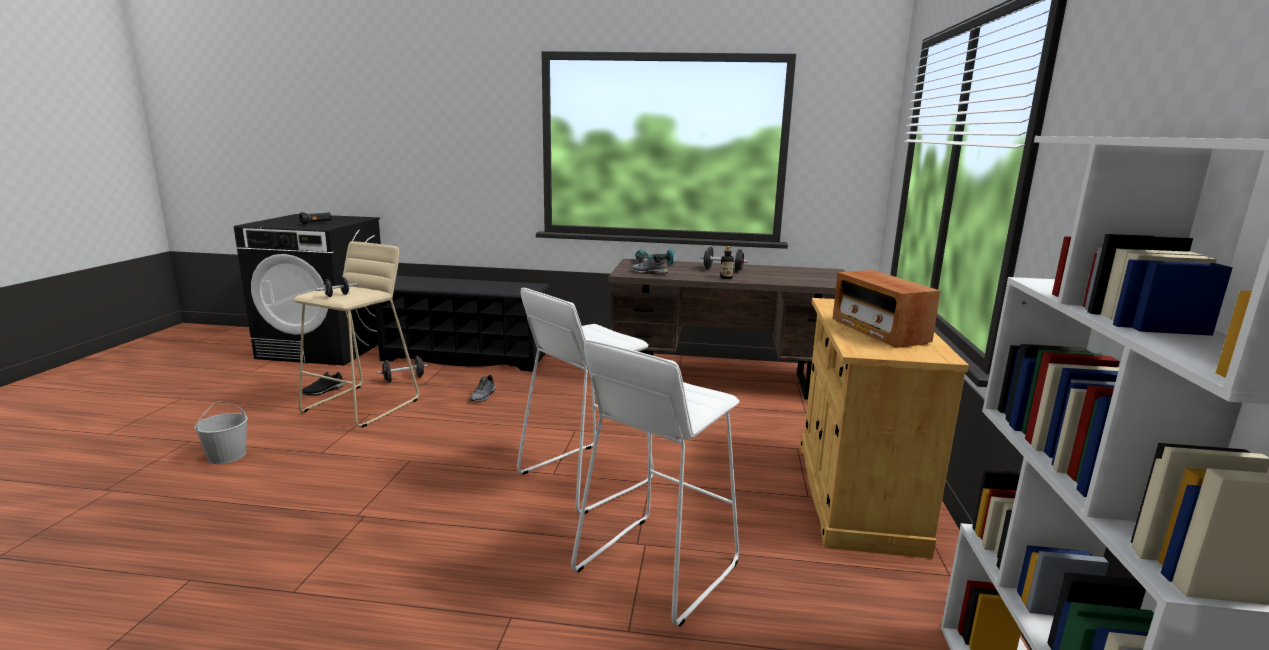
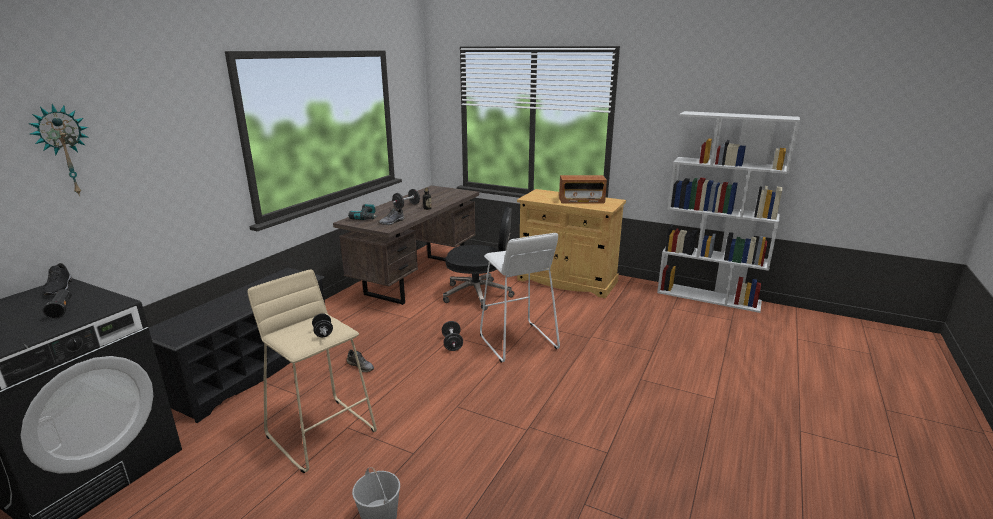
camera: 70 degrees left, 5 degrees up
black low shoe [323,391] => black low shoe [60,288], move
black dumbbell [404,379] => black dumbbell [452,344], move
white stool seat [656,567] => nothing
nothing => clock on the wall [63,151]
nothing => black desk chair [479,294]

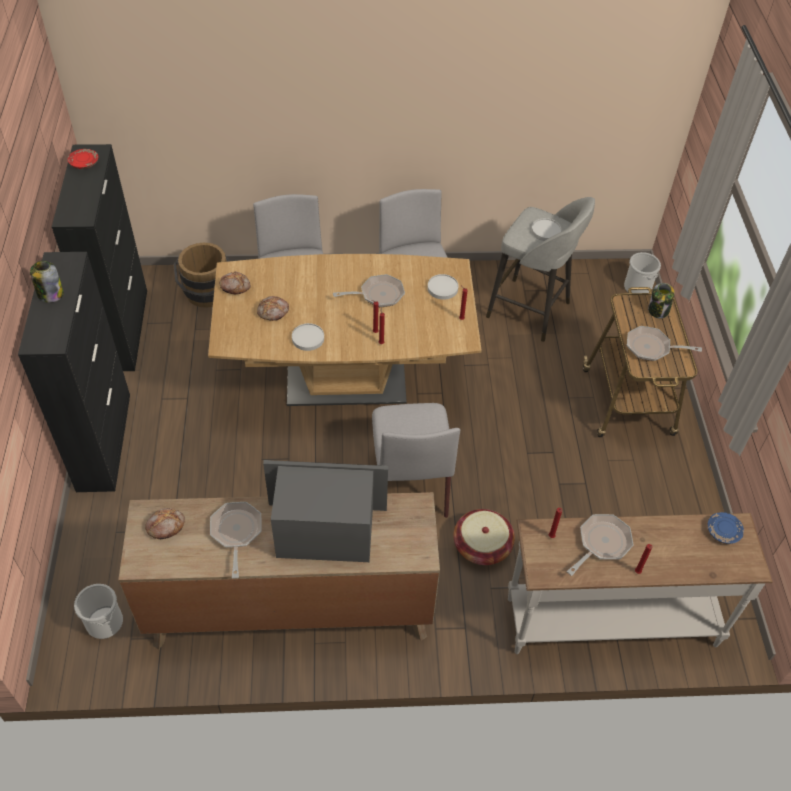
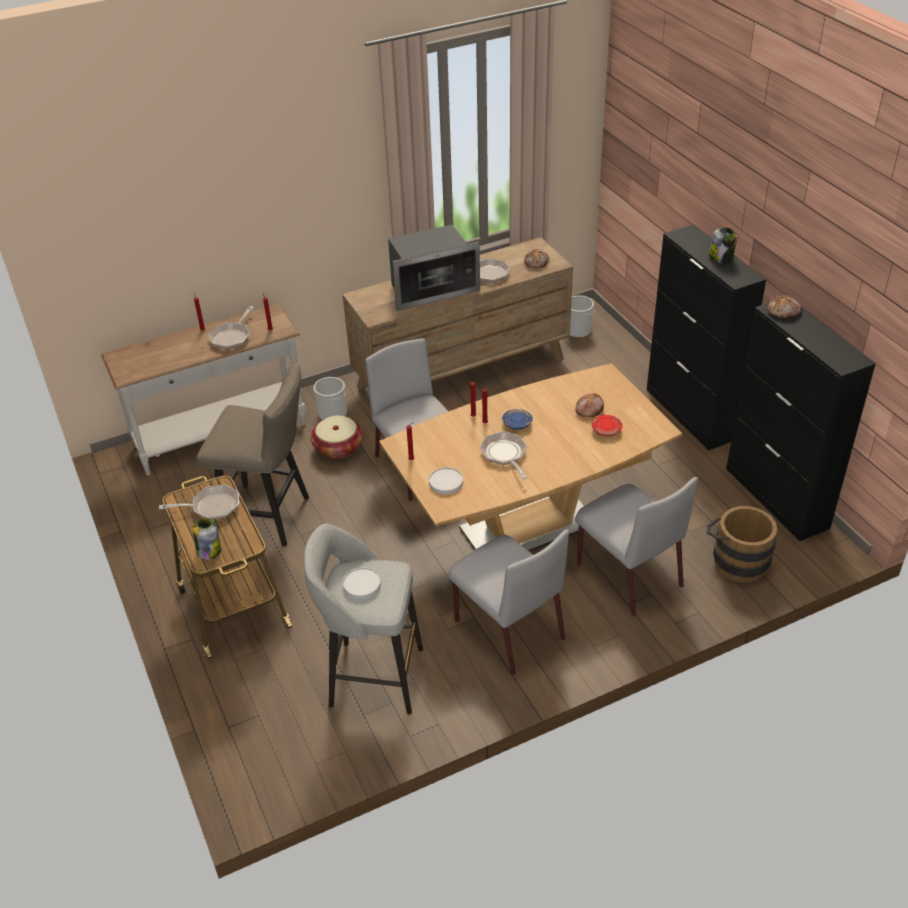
camera: 160 degrees right, 10 degrees down
red-coloured flat dish [84,163] => red-coloured flat dish [606,430], move
bakery bread [235,286] => bakery bread [784,311], move
white flat dish [308,338] => nothing
skillet [378,295] => skillet [505,455], 105 degrees clockwise
water bucket [638,287] => water bucket [332,414], move
bluish flat dish [723,532] => bluish flat dish [517,424], move
nothing => sand-coloured stool seat [270,517]

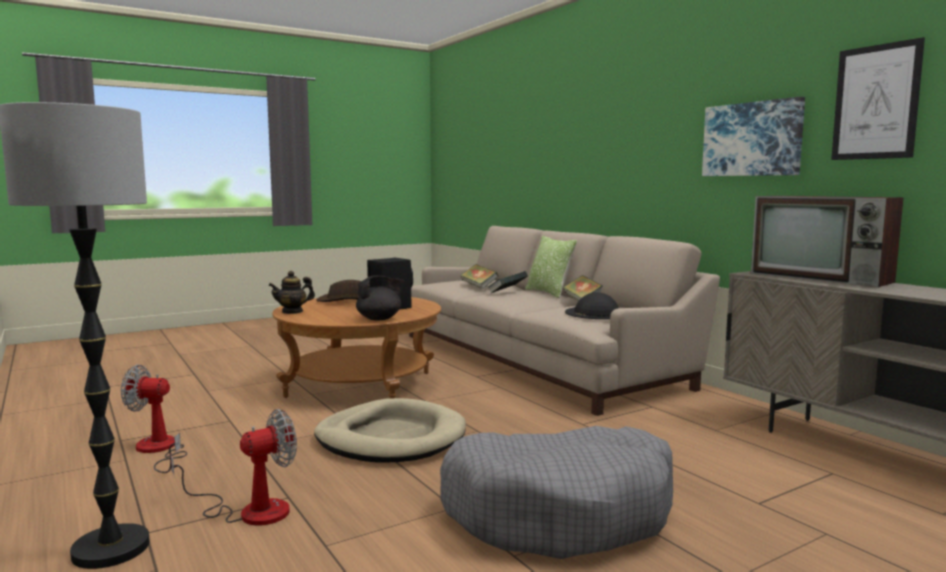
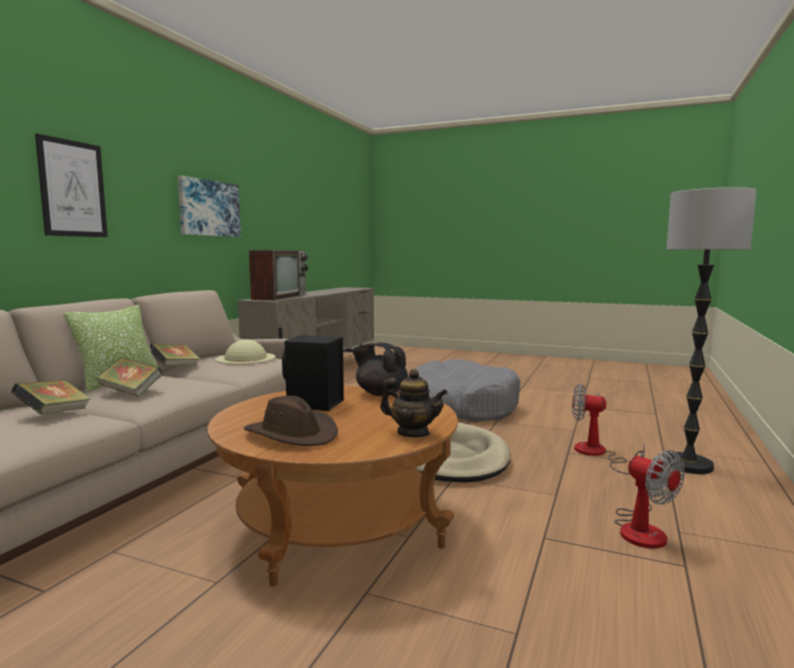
camera: 125 degrees left, 0 degrees up
black hat [596,312] => sand-coloured hat [245,358]
picture [875,102] => picture [73,189], move

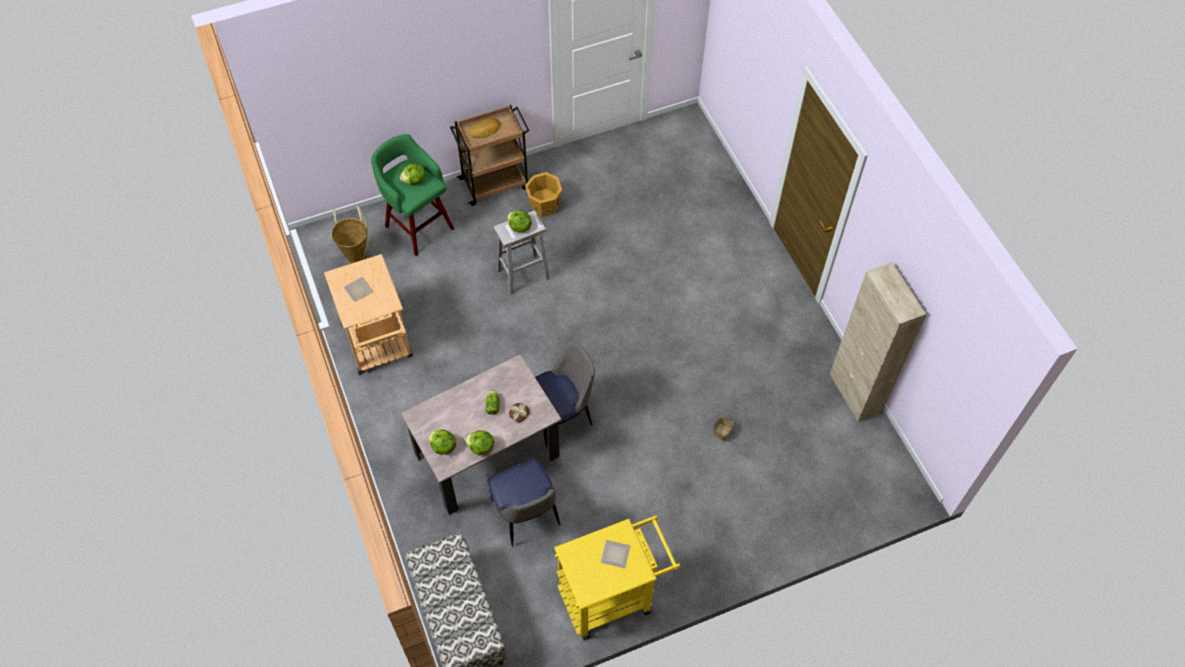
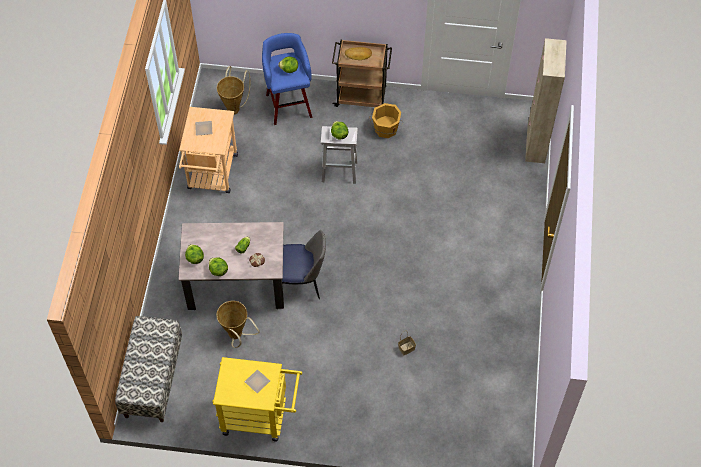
camera: 30 degrees right, 0 degrees up
greenish stool seat [418,226] => bluish stool seat [288,104]
chair [526,515] => basket [237,336]
sand-coloured cabinet [854,393] => sand-coloured cabinet [535,144], move

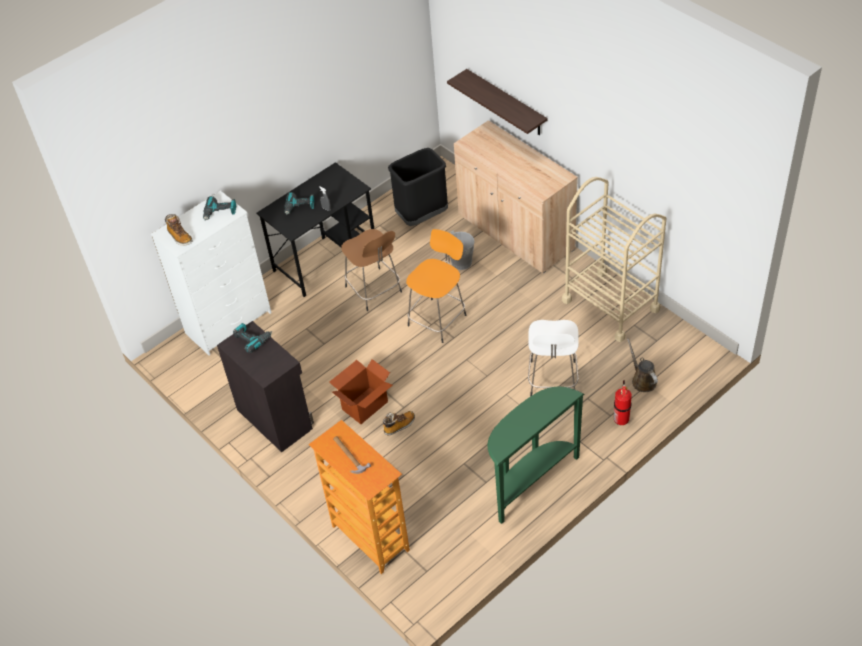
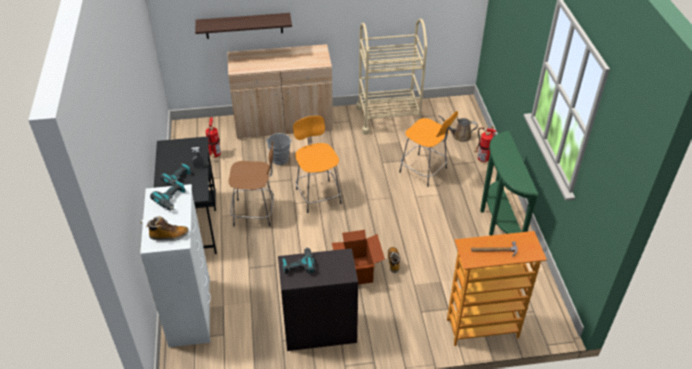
camera: 60 degrees left, 5 degrees down
black waste bin [422,216] => fire extinguisher [215,156]
white stool seat [552,380] => orangey stool seat [424,171]

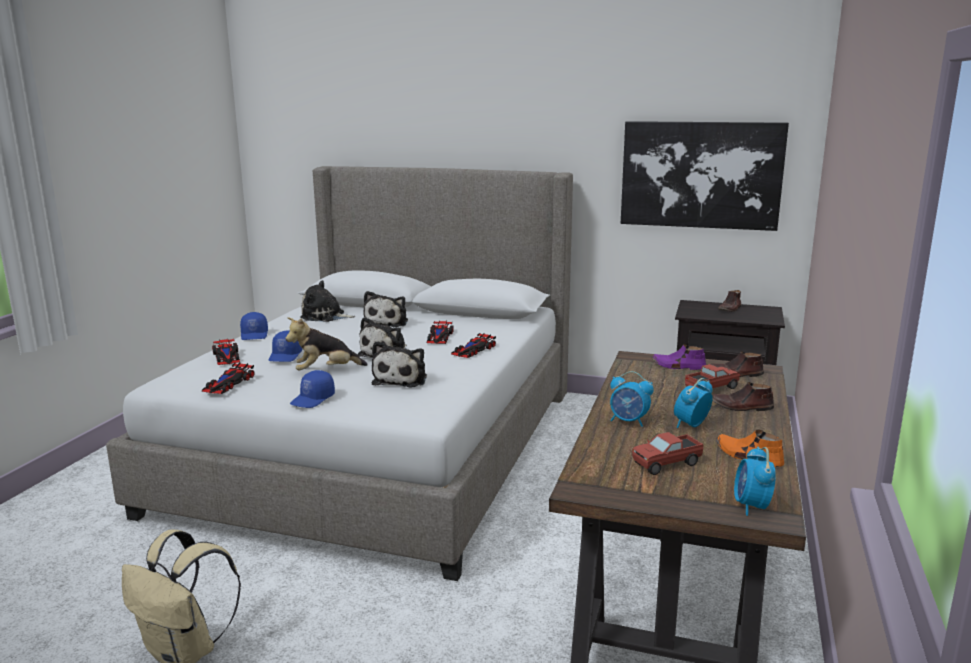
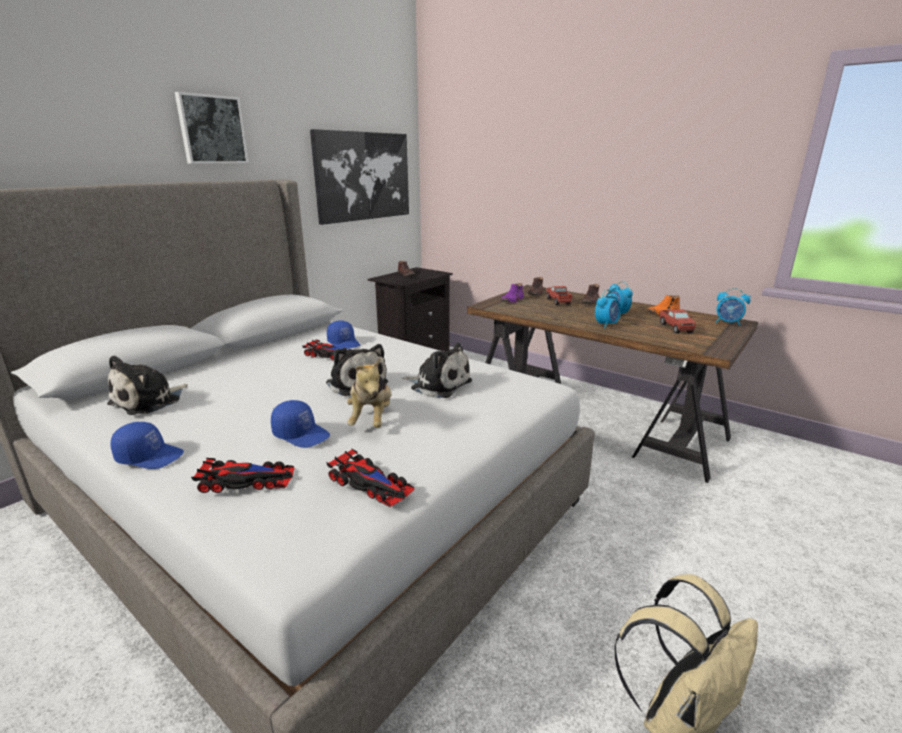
camera: 70 degrees left, 5 degrees up
bluish baseball cap [313,399] => bluish baseball cap [344,343], move
plush toy [387,322] => nothing
miniature car [473,350] => nothing
nothing => picture [212,130]

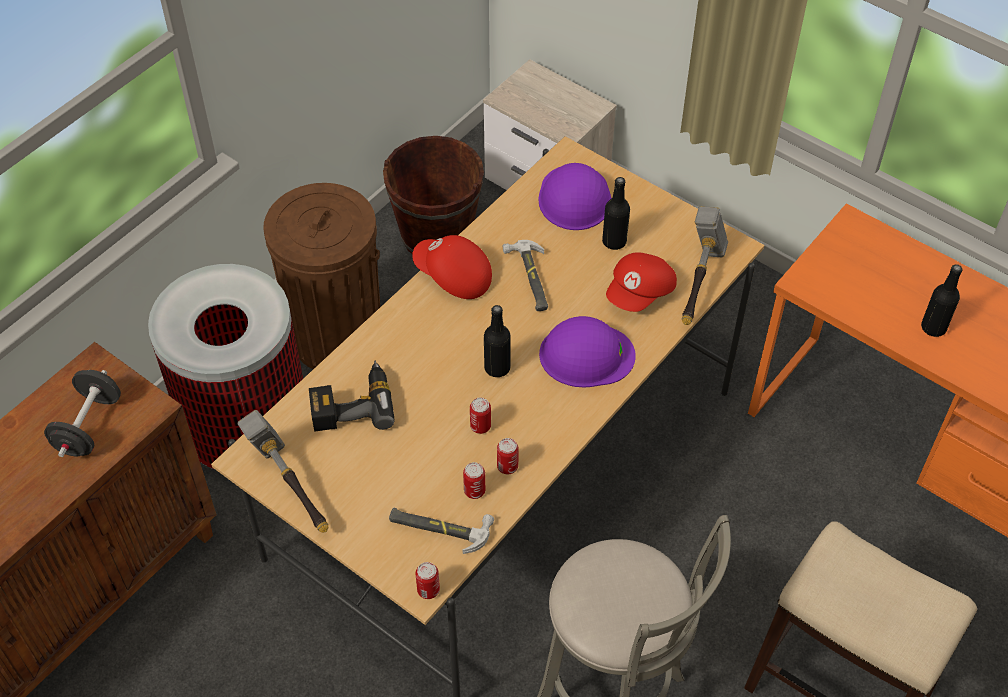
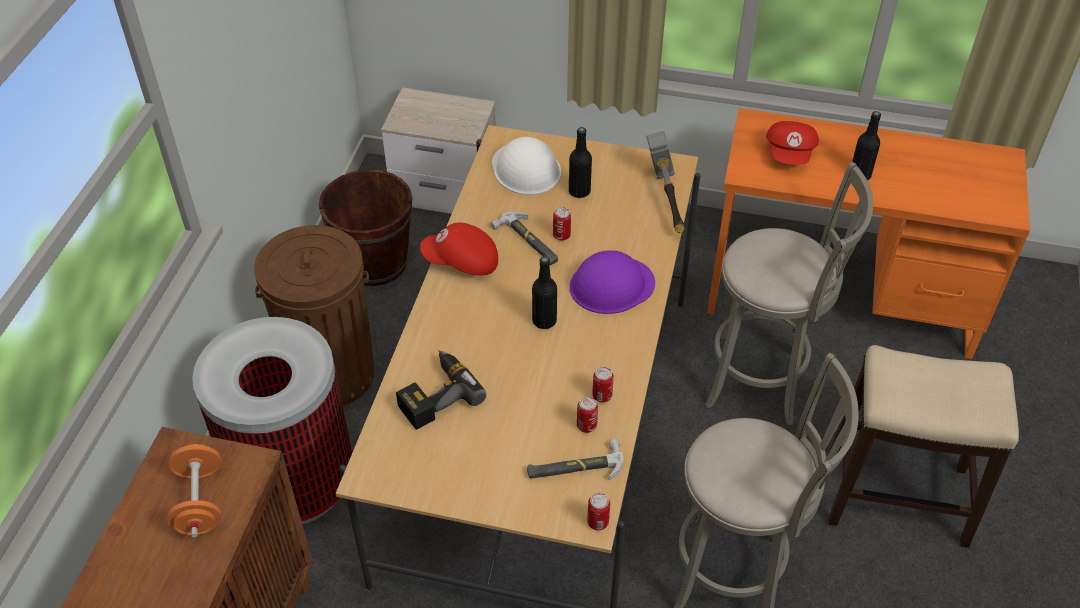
camera: 25 degrees left, 5 degrees down
black dumbbell [88,426] => orangey dumbbell [200,503]
hand hammer [289,486] => nothing
metal can [480,426] => metal can [561,235], move
purple safety helmet [574,198] => white safety helmet [526,169]
red-coloured baseball cap [640,293] => red-coloured baseball cap [790,154], move
nothing => gray stool seat [762,381]

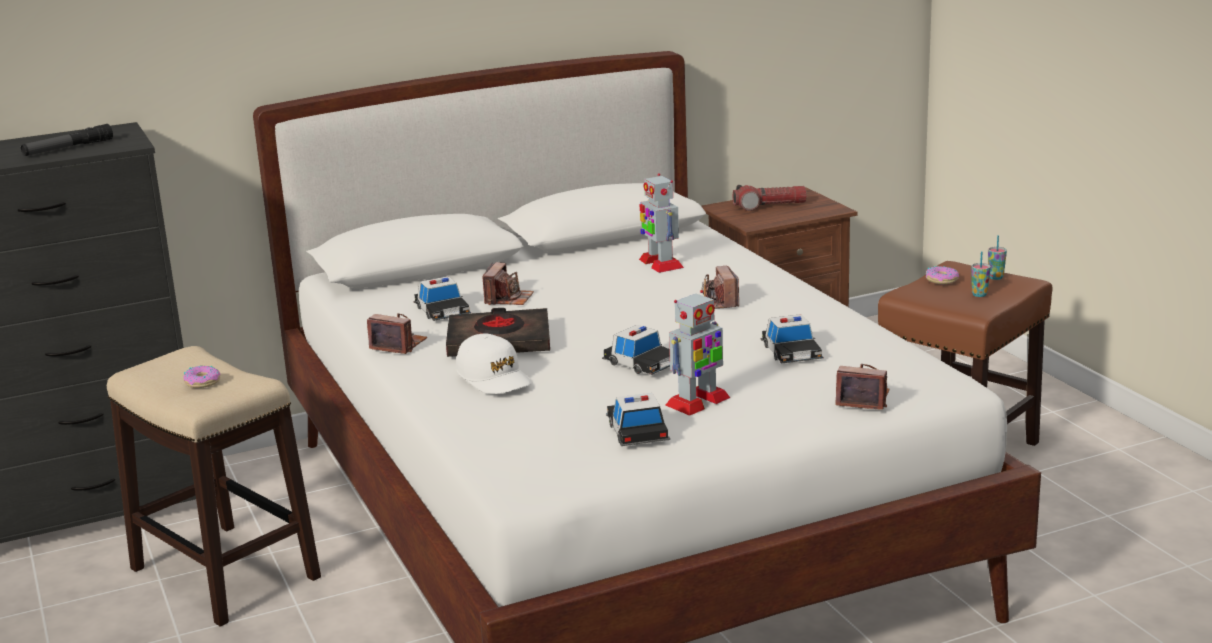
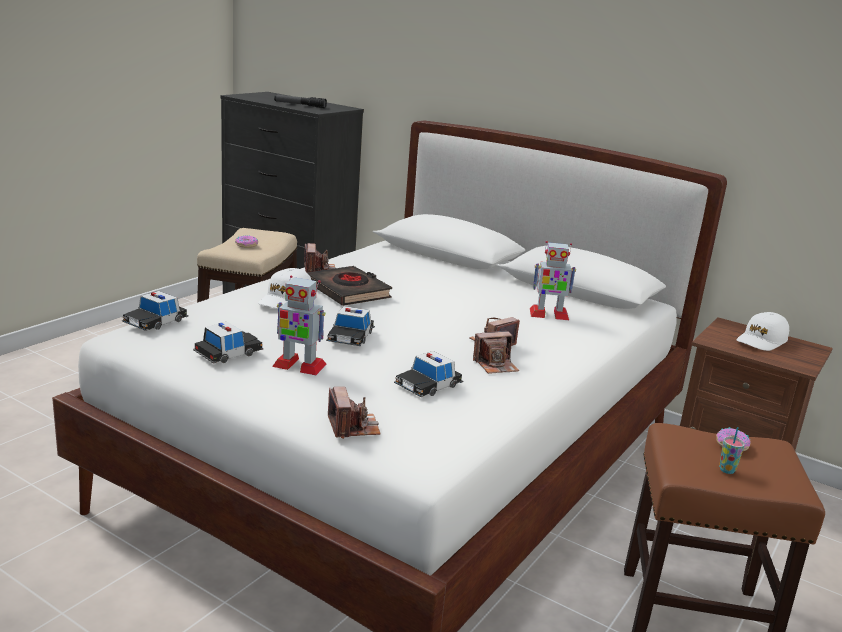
camera: 55 degrees right, 0 degrees up
miniature car [442,310] => miniature car [155,321], move
photo camera [508,299] => photo camera [495,365], move
toy robot [660,263] => toy robot [548,314], 120 degrees counterclockwise
flashlight [769,206] => white baseball cap [761,341]
small cup [995,277] => nothing

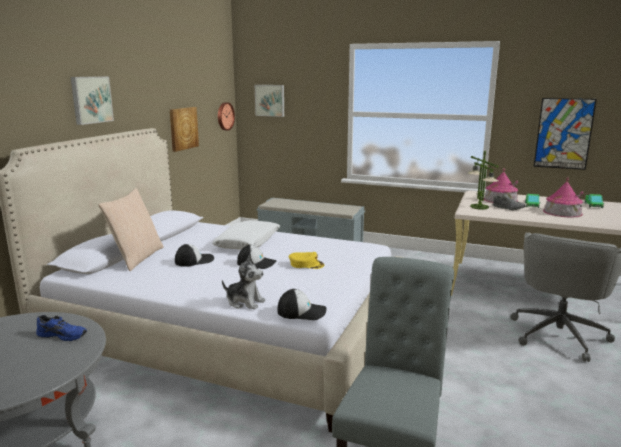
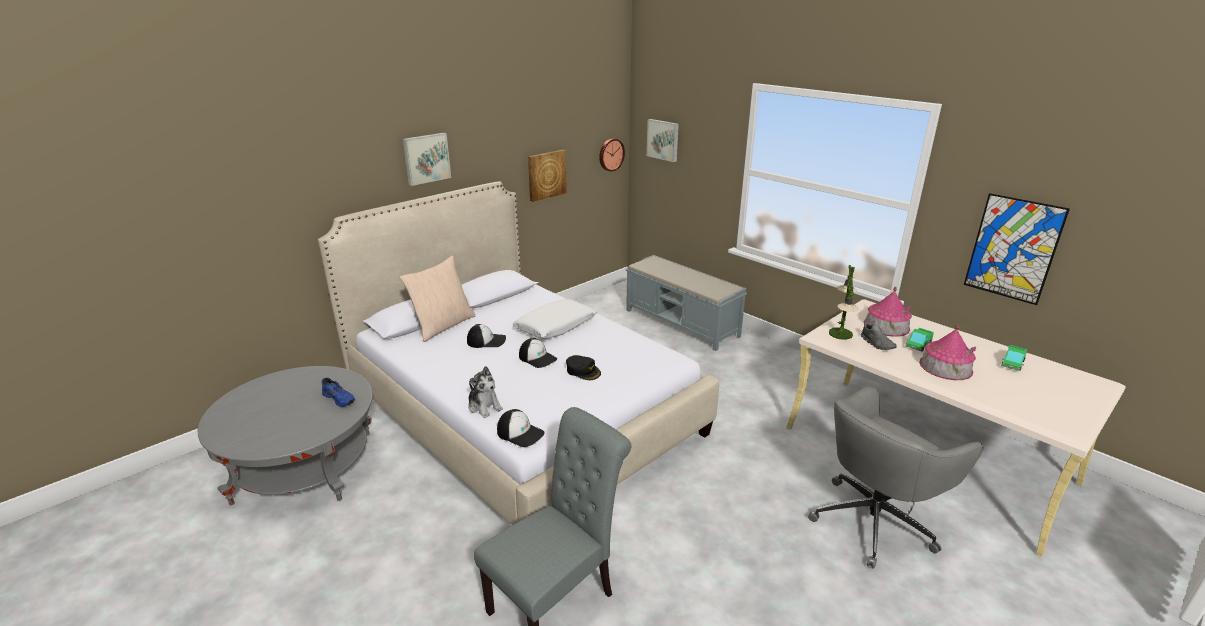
camera: 25 degrees right, 10 degrees up
yellow baseball cap [306,264] => black baseball cap [583,371]

